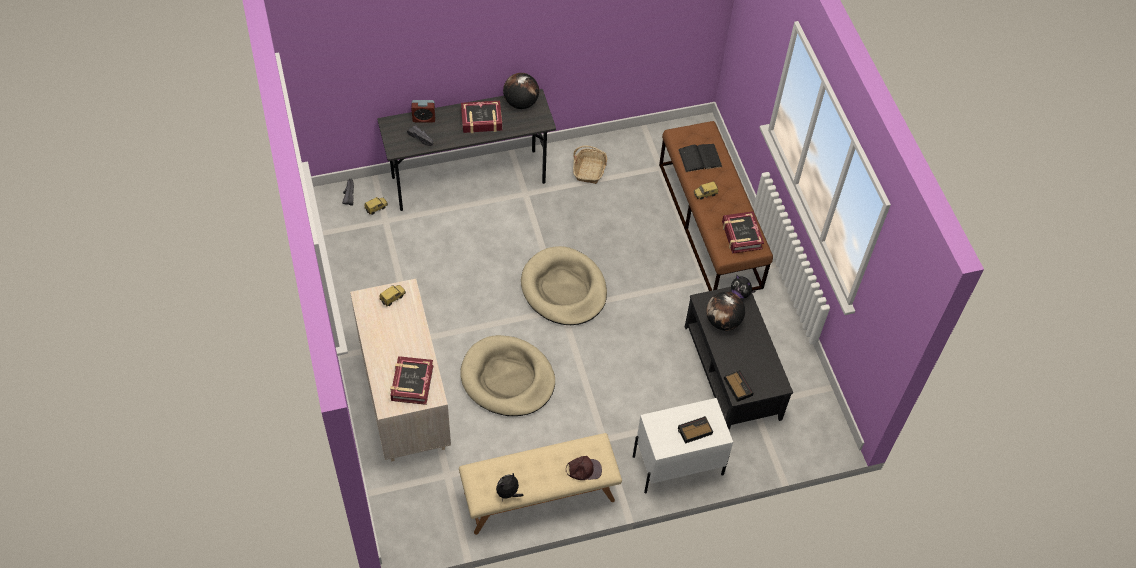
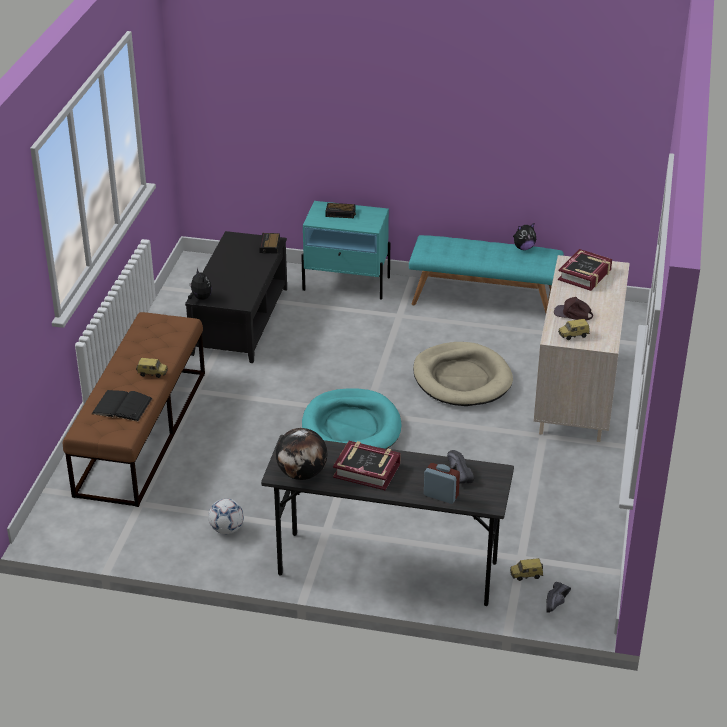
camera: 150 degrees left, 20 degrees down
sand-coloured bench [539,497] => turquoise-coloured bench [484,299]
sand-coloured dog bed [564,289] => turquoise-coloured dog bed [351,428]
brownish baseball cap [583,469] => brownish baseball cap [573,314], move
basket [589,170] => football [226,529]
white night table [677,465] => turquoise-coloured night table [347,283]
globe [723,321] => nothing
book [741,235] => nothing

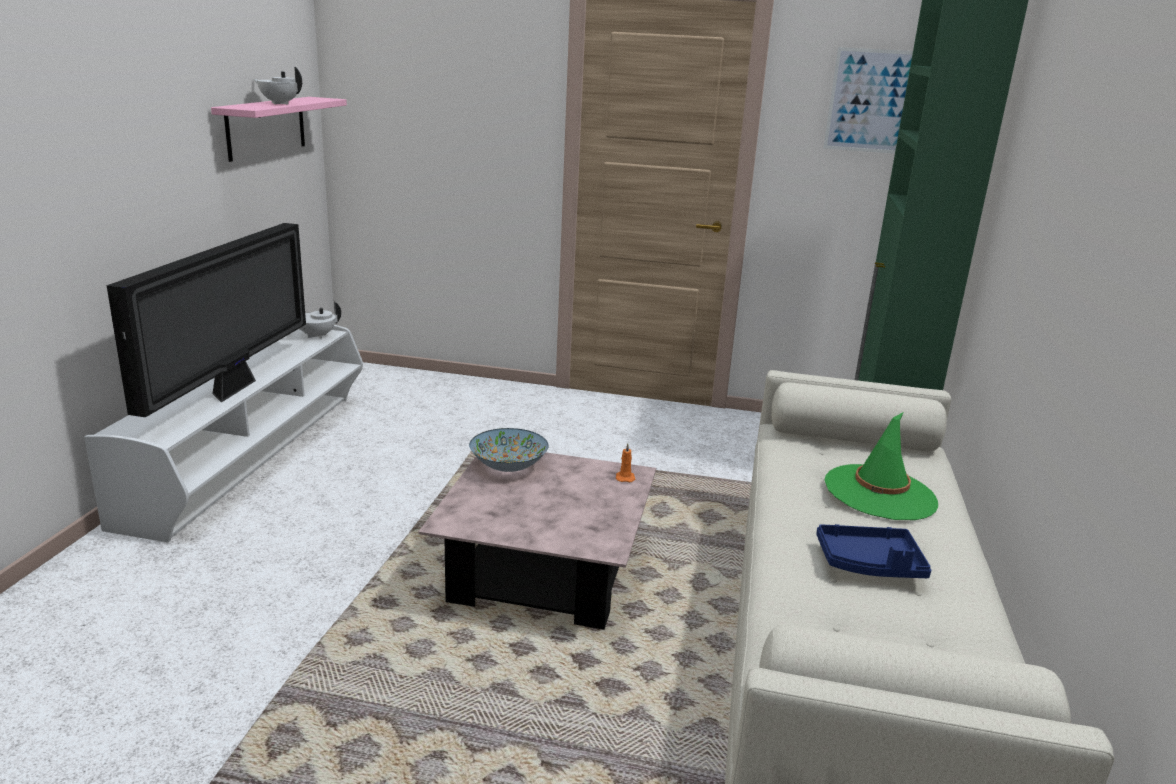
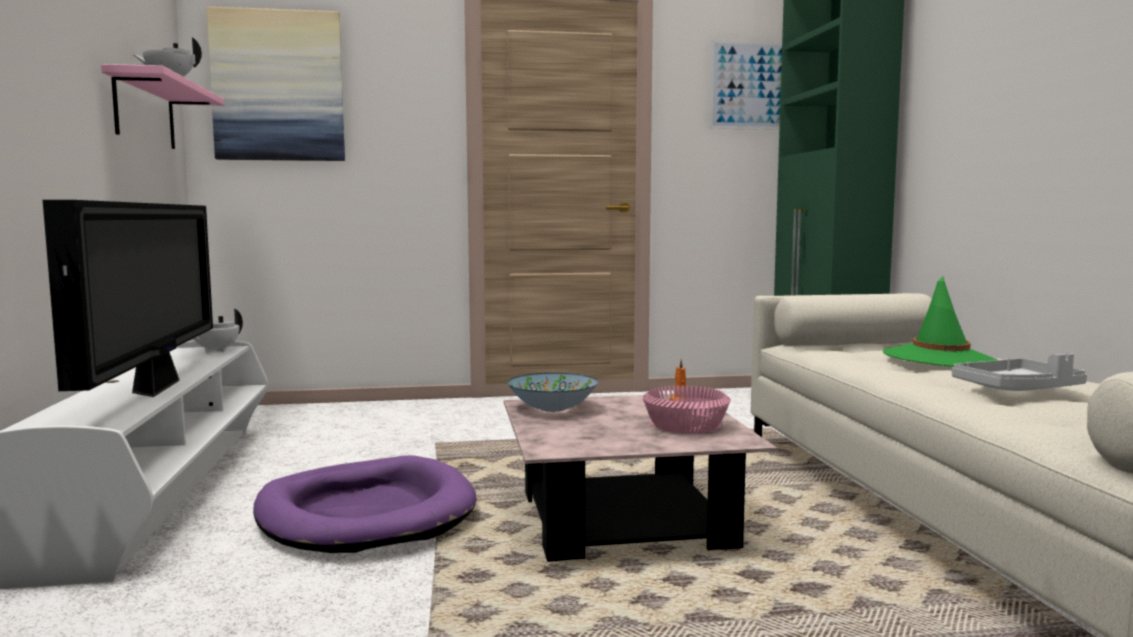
camera: 20 degrees left, 15 degrees down
bluish tray [870,564] => gray tray [1017,389]
nothing => picture [278,86]
nothing => purple dog bed [366,514]
nothing => pink-coloured bowl [687,425]

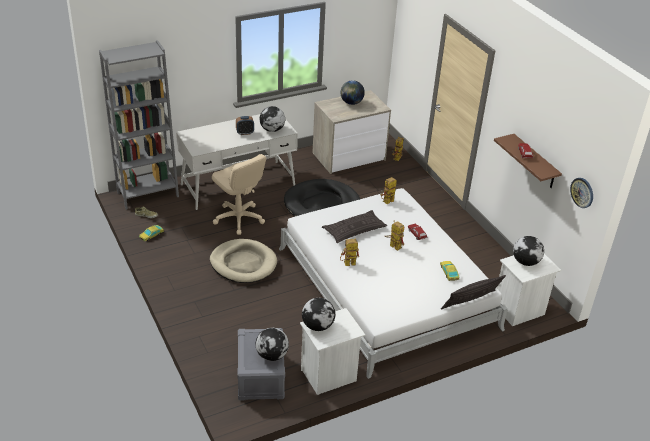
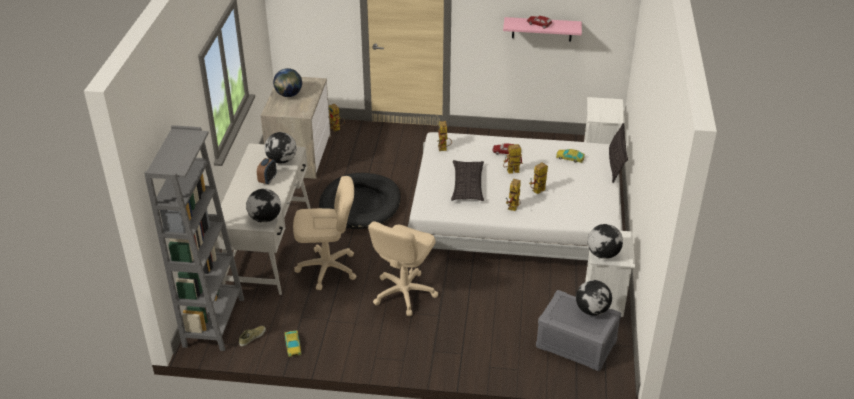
camera: 55 degrees left, 0 degrees up
sand-coloured dog bed [243,263] => sand-coloured desk chair [404,293]
brownish wall shelf [535,162] => pink-coloured wall shelf [542,29]
globe [526,262] => globe [265,218], move
clock on the wall [582,192] => nothing
nothing => toy robot [537,192]

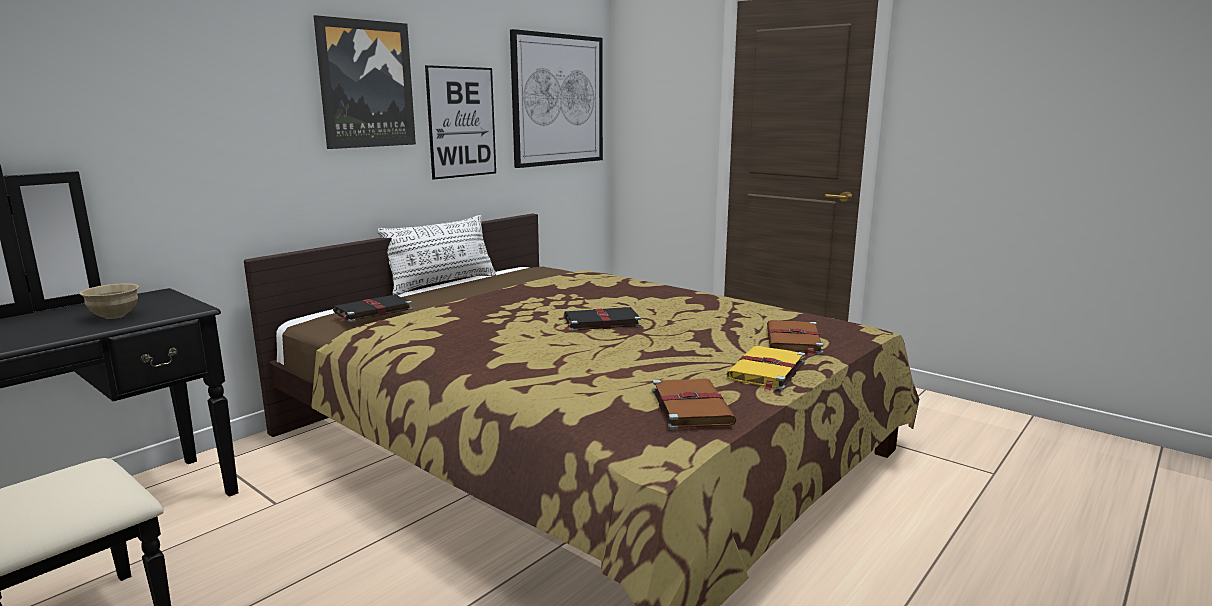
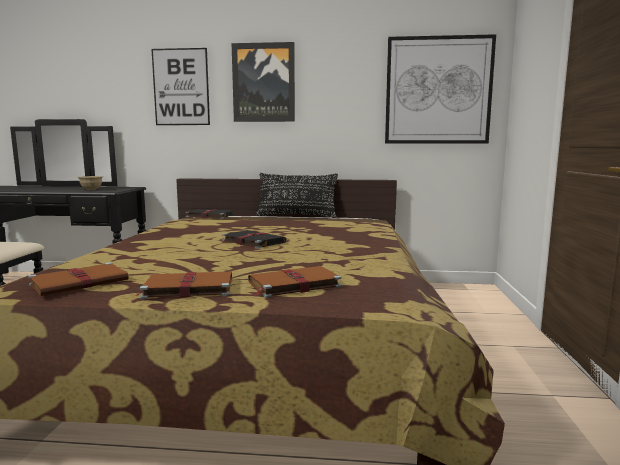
camera: 55 degrees right, 5 degrees down
white pillow [442,284] => black pillow [296,216]
picture [462,122] => picture [181,87], move
yellow book [766,371] => brownish book [187,288]

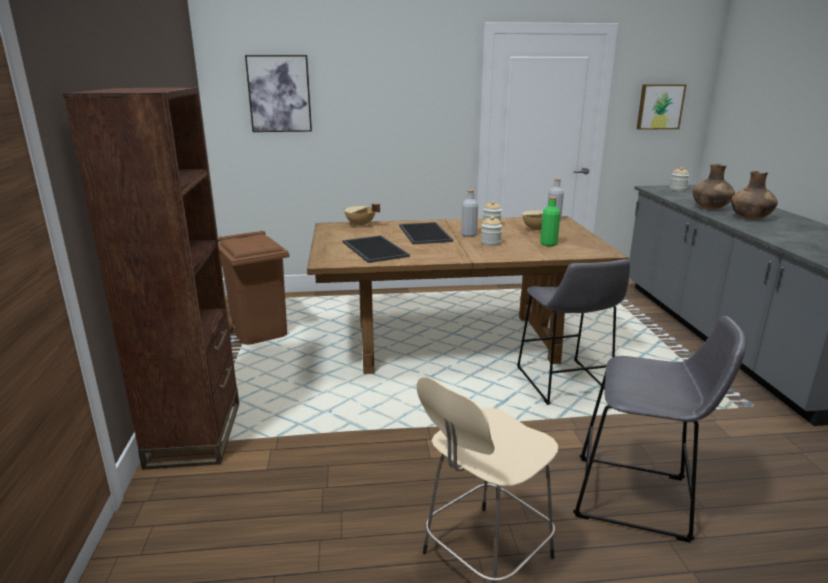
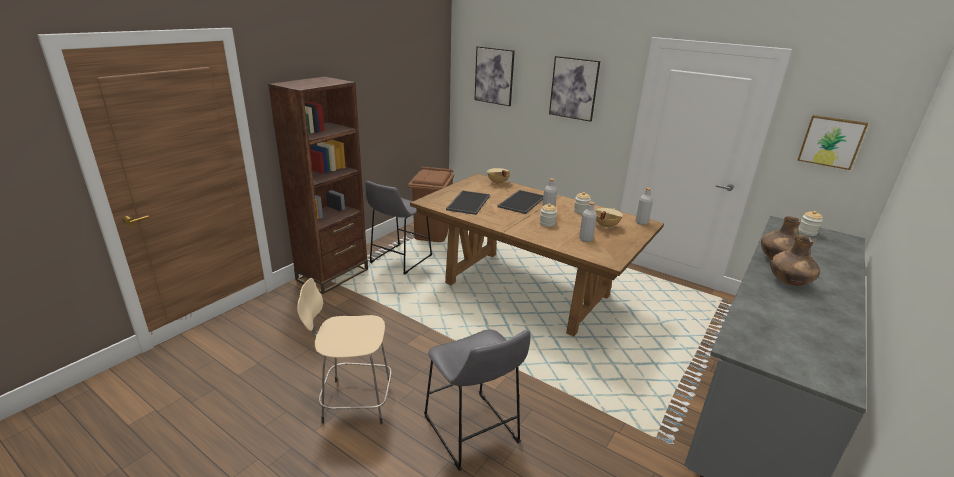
camera: 40 degrees right, 5 degrees up
gray stool seat [564,385] => gray stool seat [398,260], move
greenish beverage bottle [548,244] => gray beverage bottle [585,239]
nothing => picture [574,88]

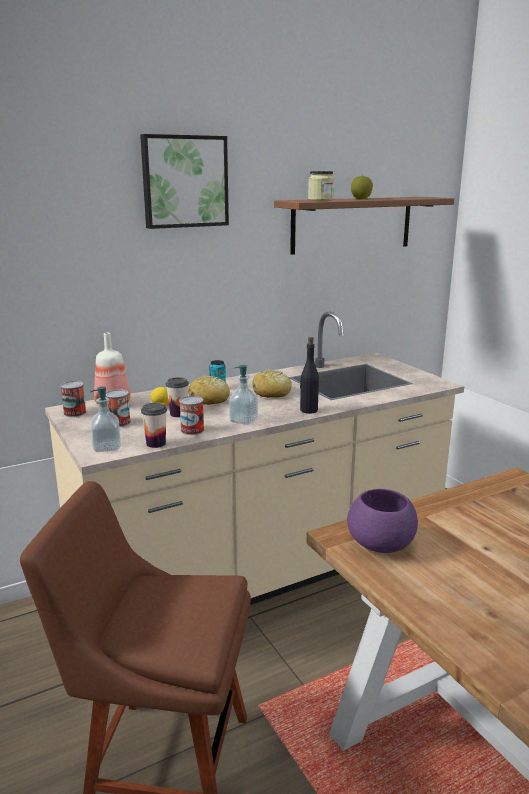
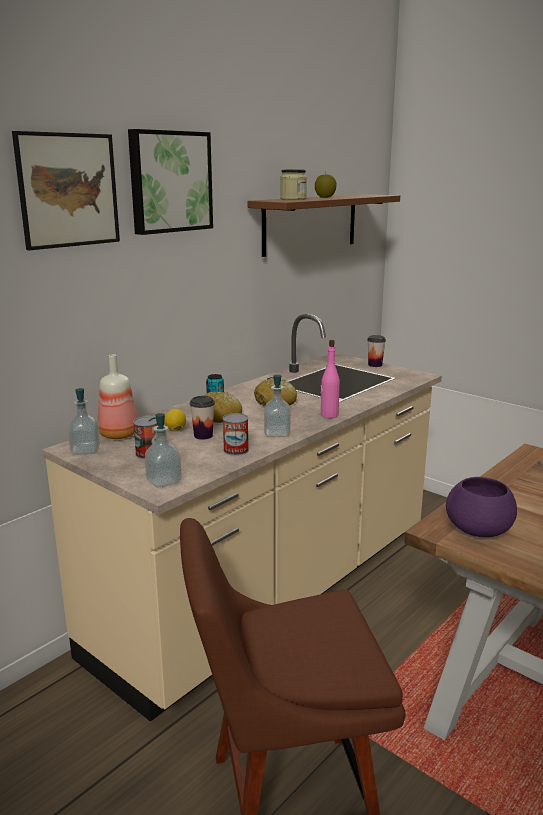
camera: 20 degrees left, 0 degrees up
metal can [75,413] => soap dispenser [85,450]
small cup [156,443] => small cup [375,365], move
black beverage bottle [308,410] => pink-coloured beverage bottle [329,415]
nothing => picture [68,190]

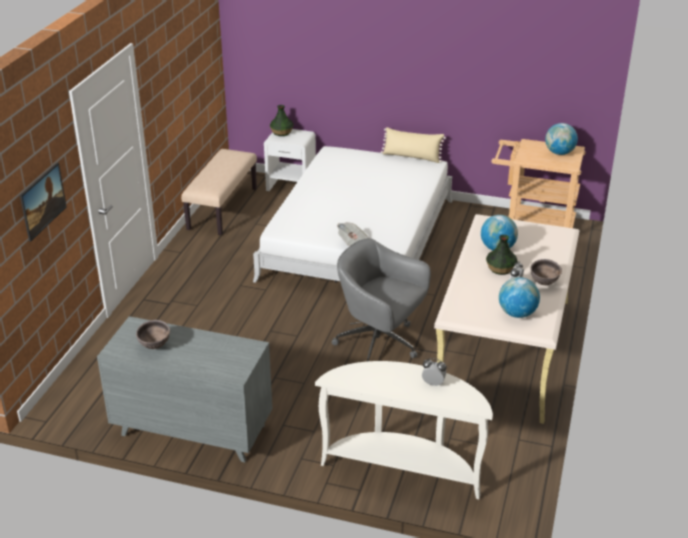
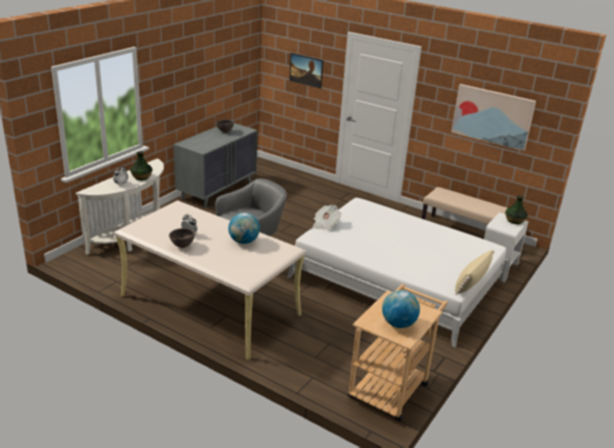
camera: 105 degrees right, 5 degrees down
flower vase [501,269] => flower vase [141,177], move
globe [517,313] => nothing
nothing => picture [492,116]

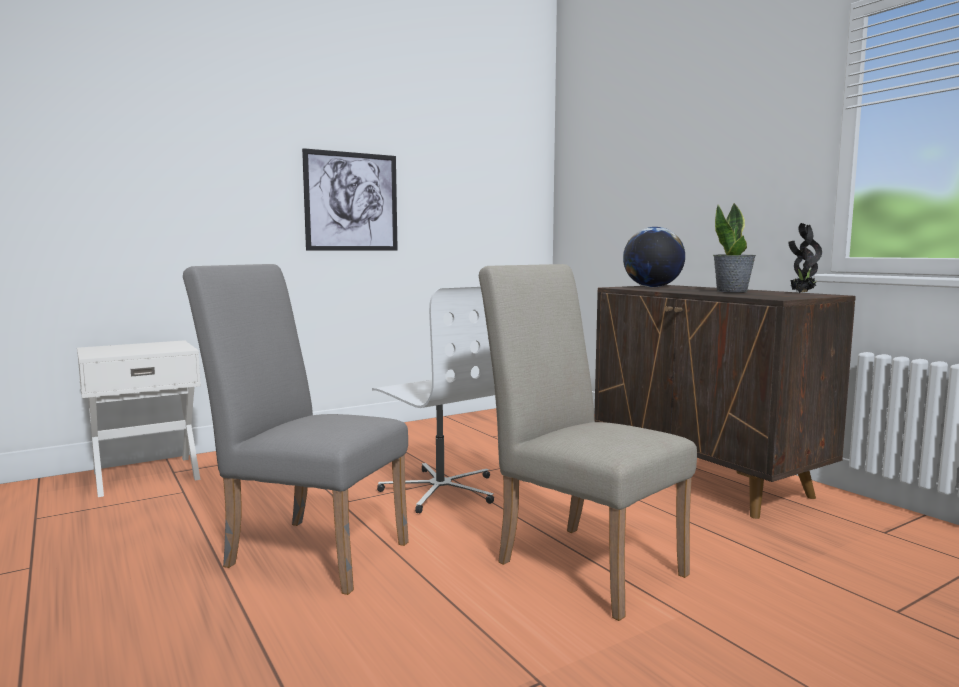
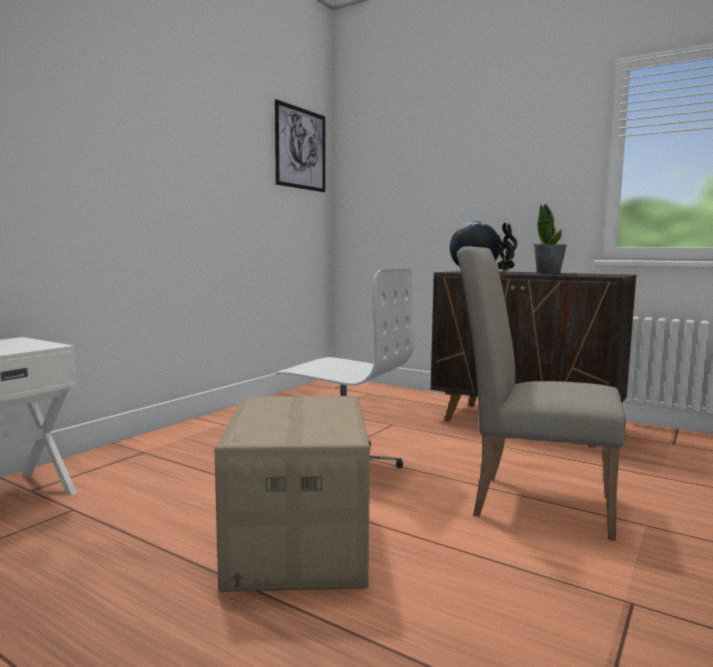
camera: 25 degrees left, 0 degrees up
gray chair [308,550] => cardboard box [296,541]
picture [351,202] => picture [300,149], move
potted plant [801,293] => potted plant [505,271], move

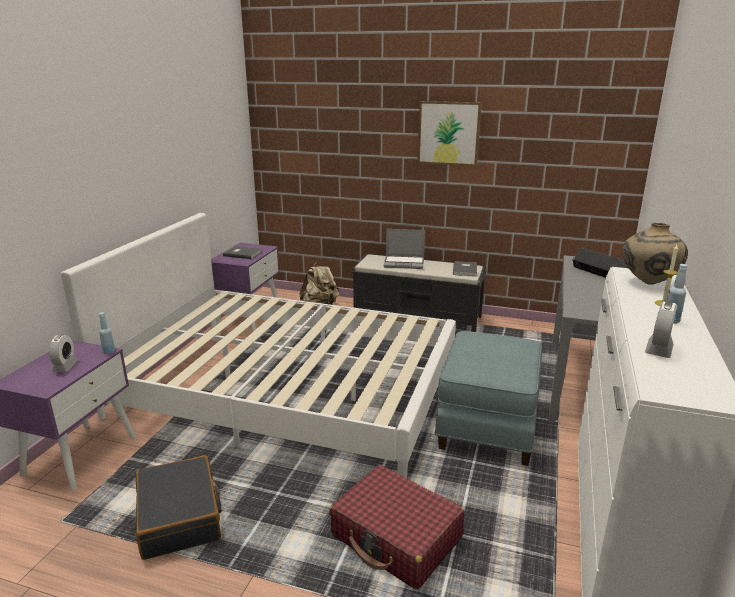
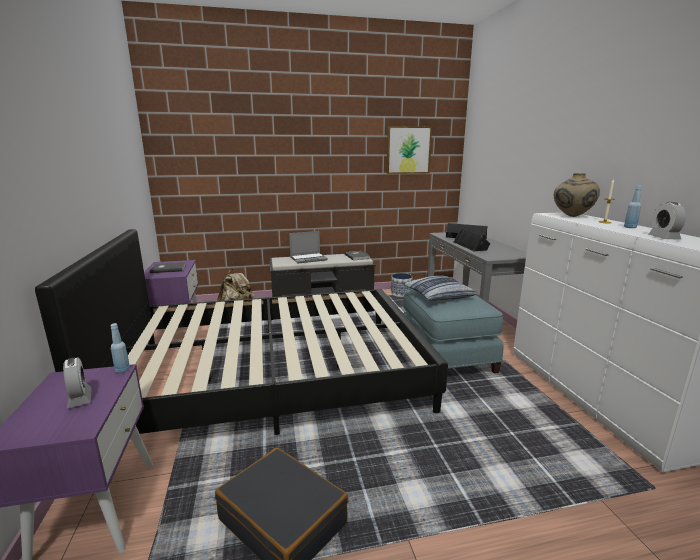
camera: 30 degrees left, 5 degrees down
white sleeping bed [287,389] => black sleeping bed [273,375]
red-coloured piece of luggage [396,537] => nothing
picture [448,133] => picture [408,150], move
nothing => flower pot [401,293]
nothing => pillow [438,296]
nothing => black speaker [471,246]

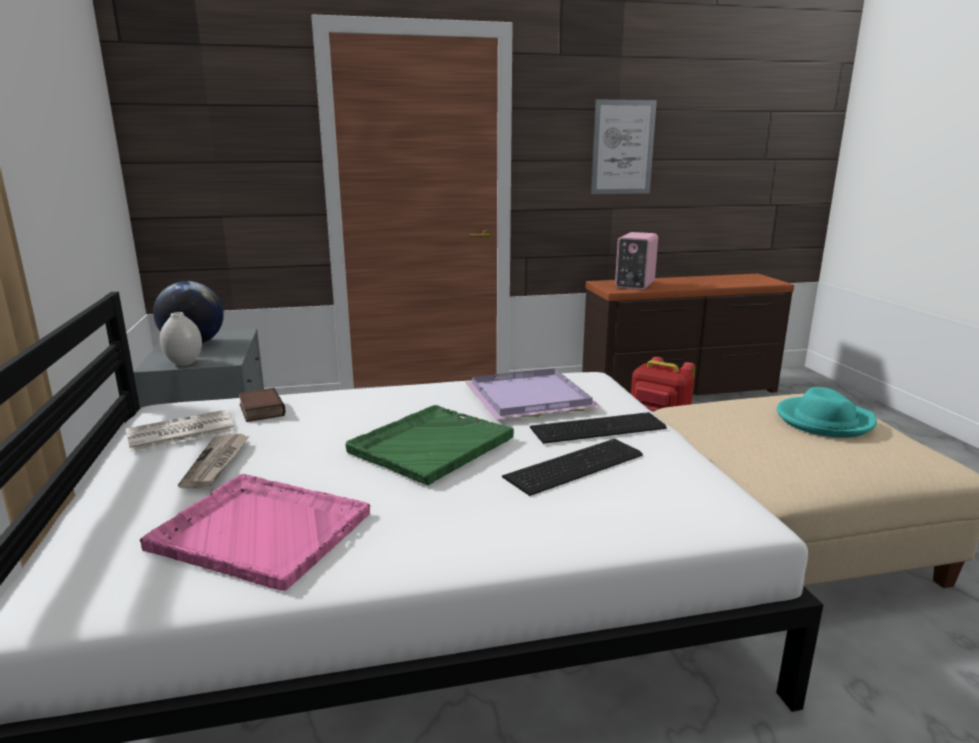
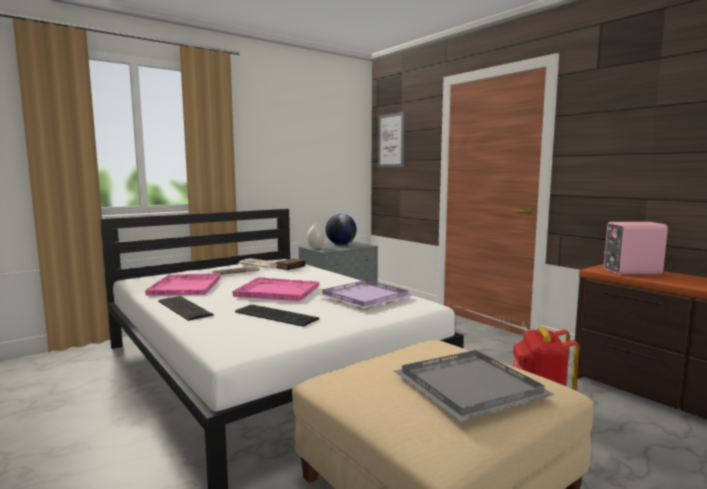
camera: 65 degrees right, 10 degrees down
greenish tray [430,445] => pink-coloured tray [276,291]
computer keyboard [595,427] => computer keyboard [185,307], move
picture [622,147] => picture [391,140], move
turquoise-coloured hat [824,421] => gray tray [469,385]

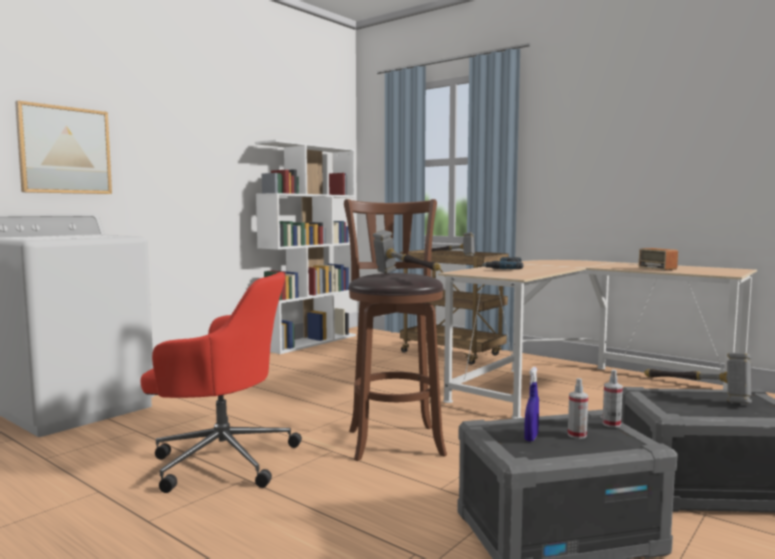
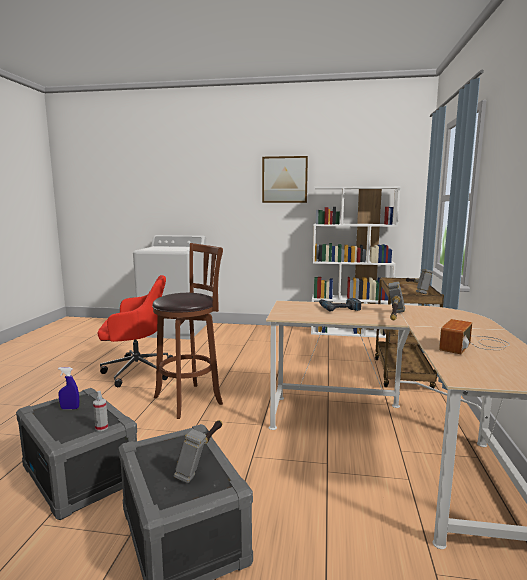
camera: 60 degrees right, 5 degrees up
picture [65,150] => picture [284,179], move
red-coloured desk chair [221,459] => red-coloured desk chair [136,370], 75 degrees counterclockwise
hand hammer [404,276] => hand hammer [394,318], move
spray bottle [577,435] => nothing

